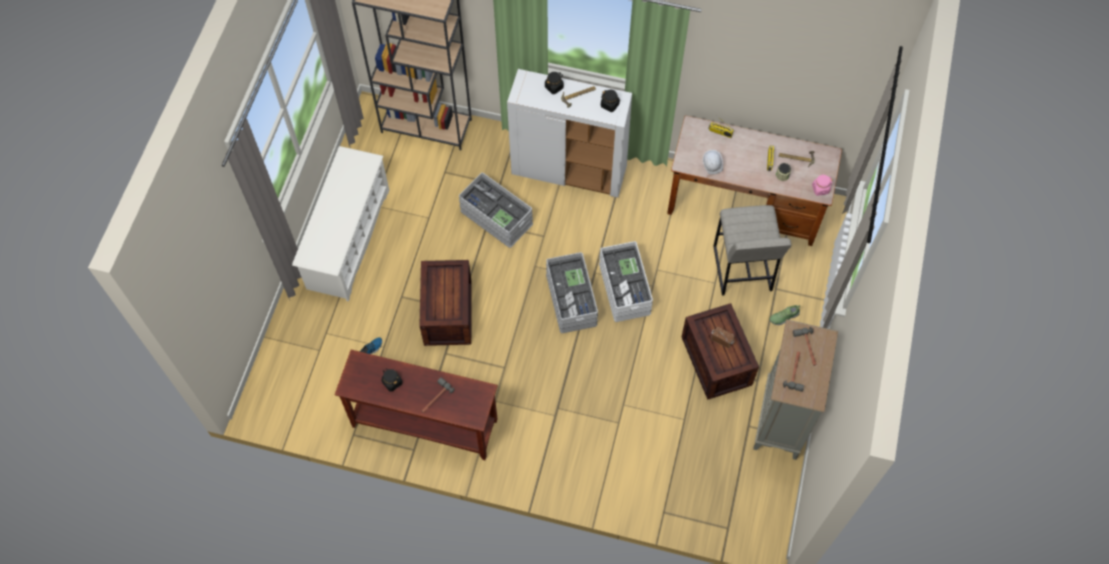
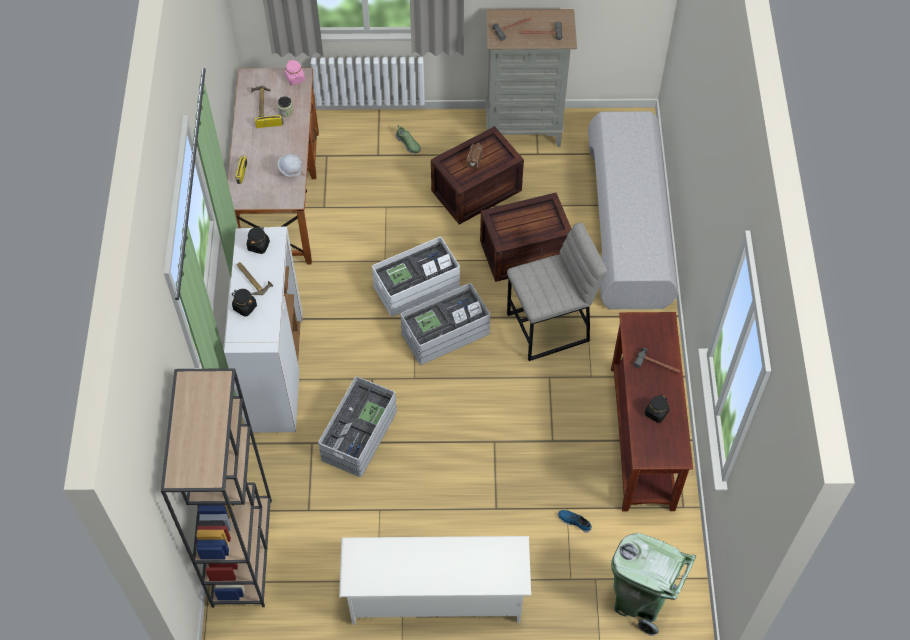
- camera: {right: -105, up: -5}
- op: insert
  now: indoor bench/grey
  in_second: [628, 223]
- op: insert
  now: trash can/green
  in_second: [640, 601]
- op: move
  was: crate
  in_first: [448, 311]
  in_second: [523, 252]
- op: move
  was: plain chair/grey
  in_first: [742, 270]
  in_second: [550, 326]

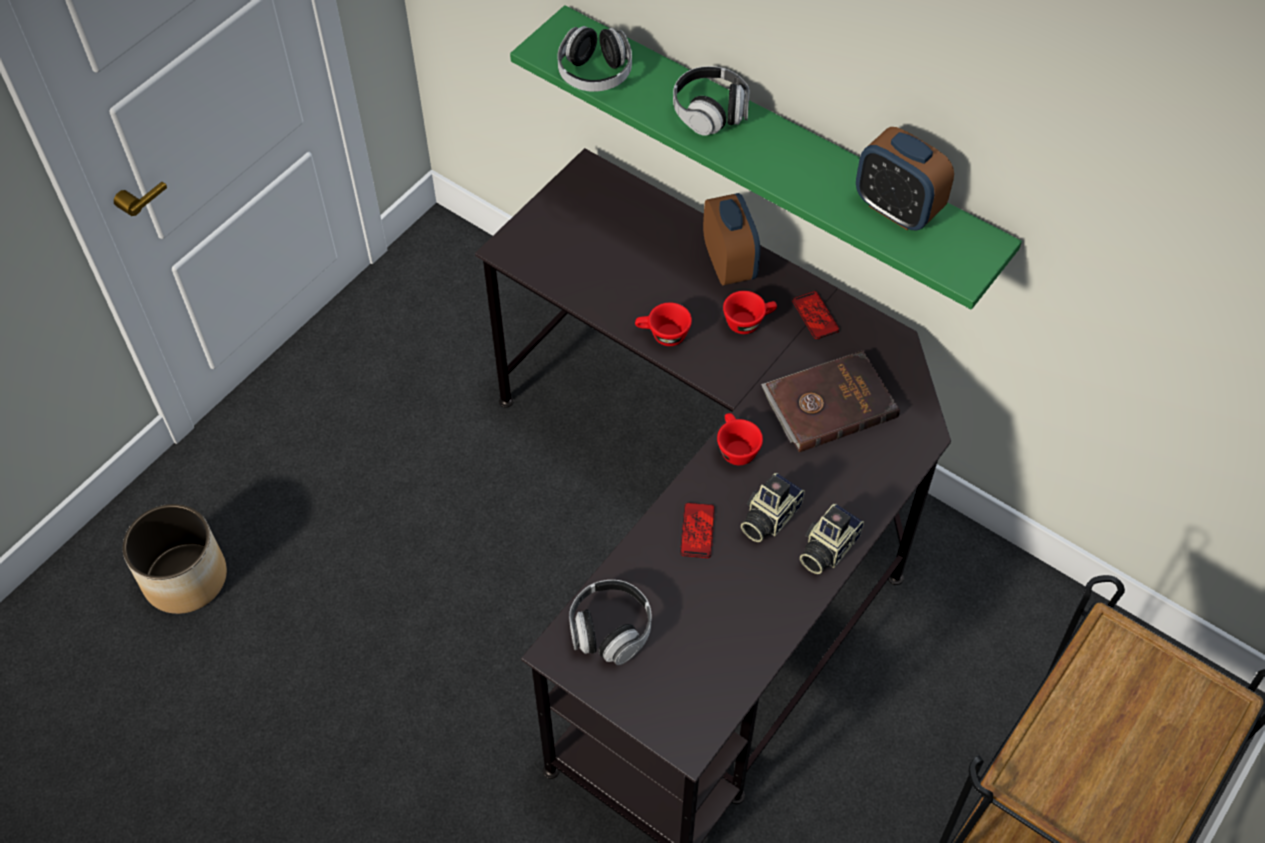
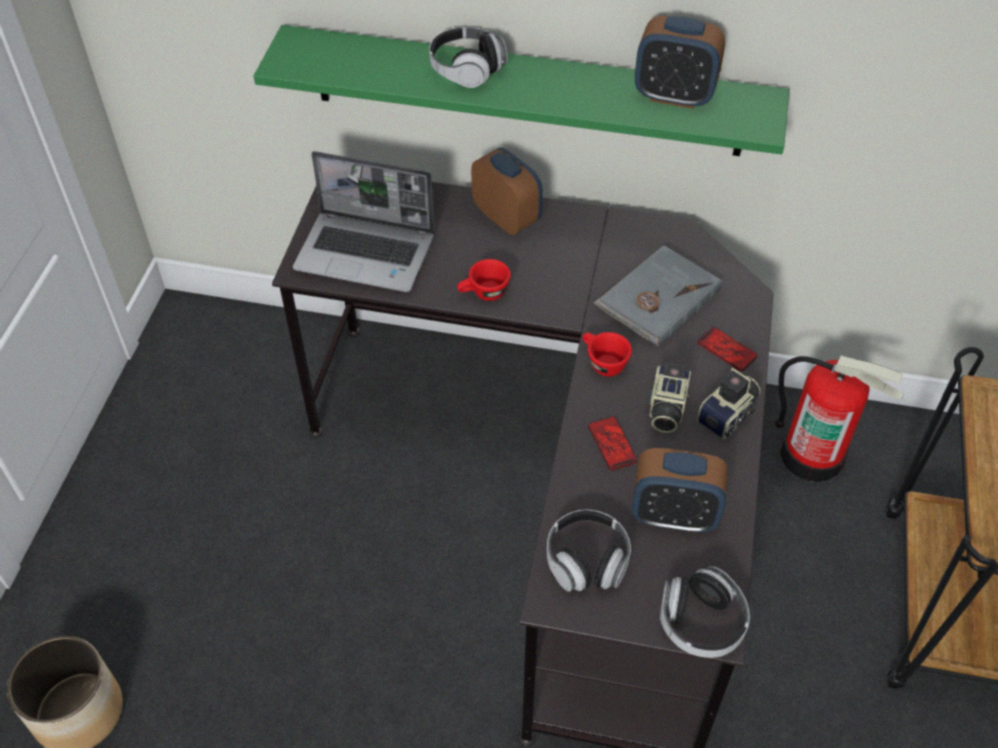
- camera: {right: -25, up: -5}
- op: delete
  was: drinking cup/red-coloured
  in_first: [748, 321]
- op: insert
  now: notebook computer
  in_second: [367, 253]
- op: insert
  now: bedside clock
  in_second: [673, 515]
- op: insert
  now: fire extinguisher
  in_second: [813, 455]
- op: move
  was: headphones
  in_first: [595, 74]
  in_second: [701, 623]
- op: move
  was: phone
  in_first: [815, 315]
  in_second: [727, 350]
- op: recolor
  was: bound book/brownish
  now: bound book/grey
  in_first: [828, 403]
  in_second: [657, 298]
- op: rotate
  was: still camera
  in_first: [826, 548]
  in_second: [729, 415]
  clockwise: -150

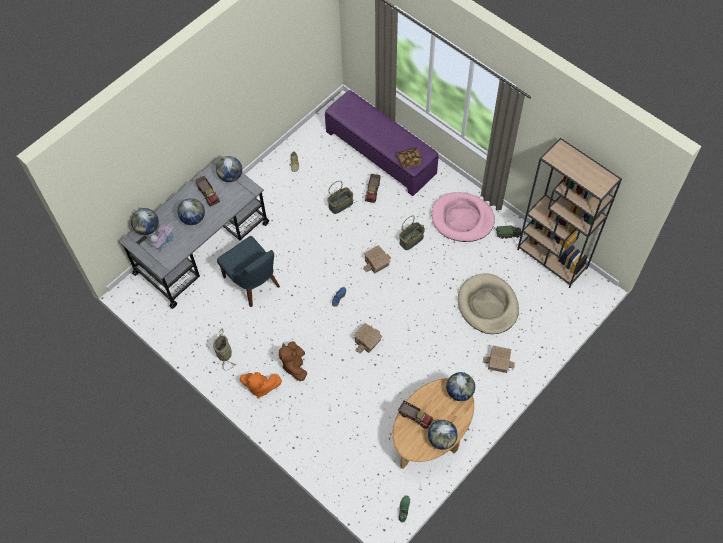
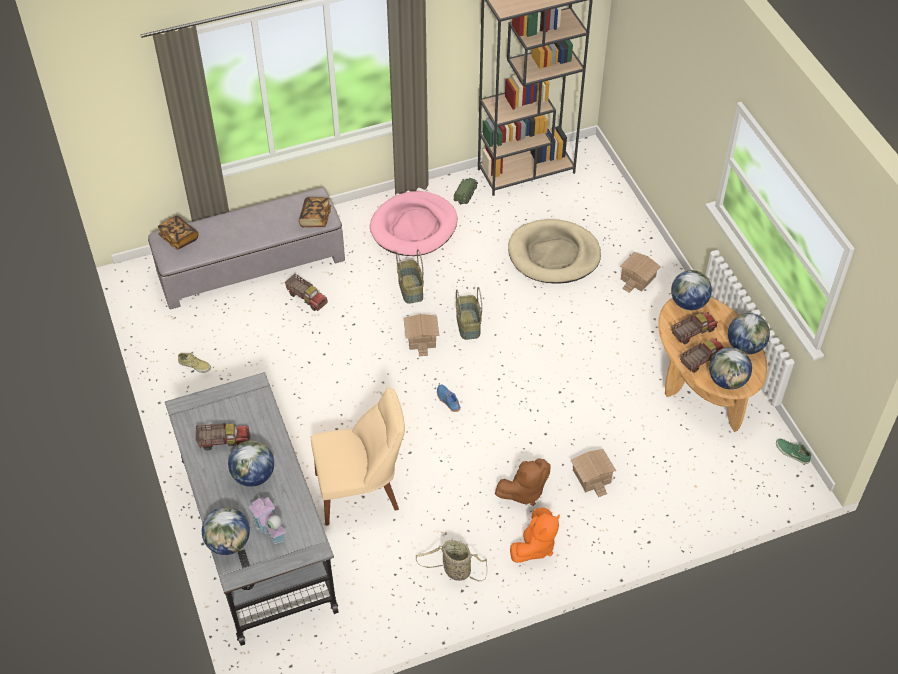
- camera: {right: -65, up: -10}
- op: insert
  now: bound book
  in_second: [179, 238]
- op: insert
  now: toy lorry
  in_second: [692, 332]
- op: move
  was: world globe
  in_first: [230, 176]
  in_second: [727, 381]
- op: move
  was: household basket
  in_first: [340, 204]
  in_second: [467, 324]
- op: move
  was: miniature house
  in_first: [367, 341]
  in_second: [591, 476]
- op: recolor
  was: plain chair/blue-coloured
  now: plain chair/sand-coloured
  in_first: [253, 283]
  in_second: [361, 491]
- op: recolor
  was: indoor bench/purple
  now: indoor bench/grey
  in_first: [381, 152]
  in_second: [251, 264]
- op: rotate
  was: soft toy/brownish
  in_first: [295, 365]
  in_second: [524, 491]
  clockwise: -45

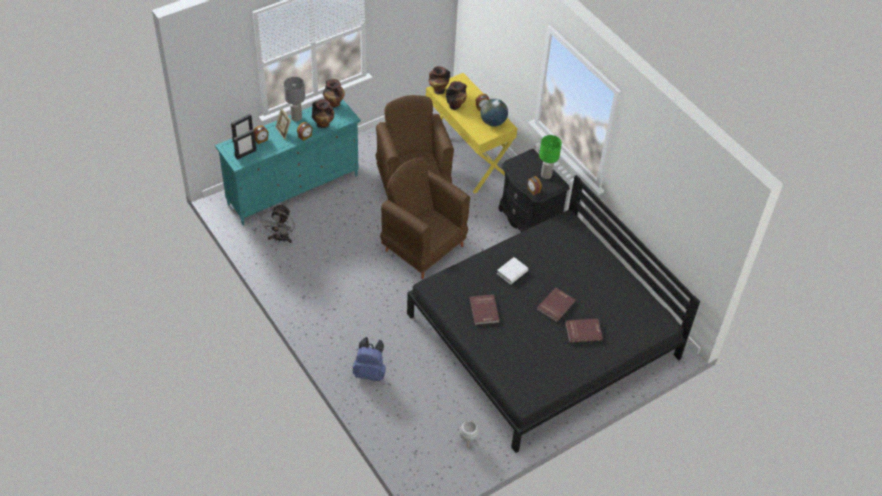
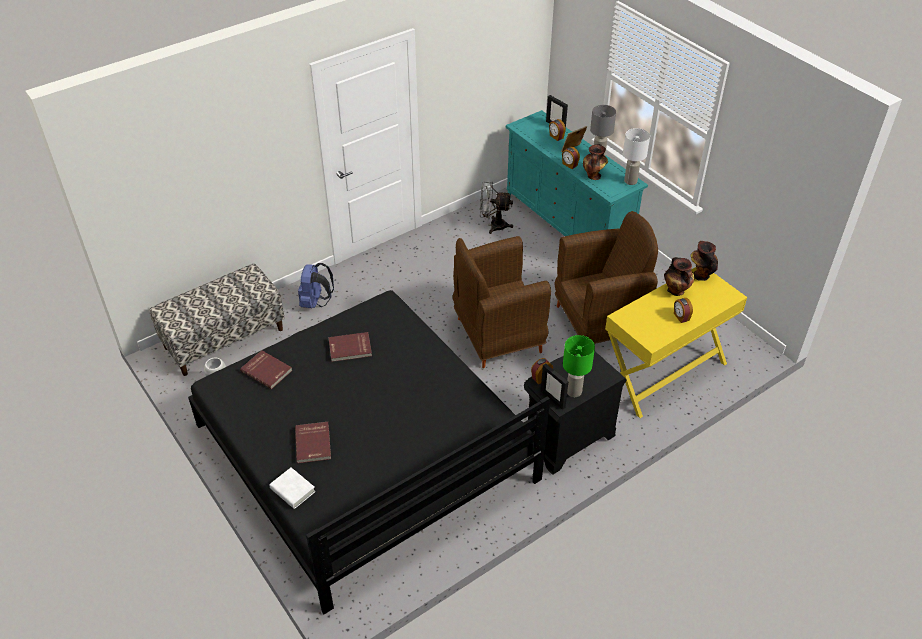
- camera: {right: 90, up: -5}
- op: delete
  was: world globe
  in_first: [493, 122]
- op: insert
  now: indoor bench
  in_second: [224, 338]
- op: move
  was: photo frame
  in_first: [245, 154]
  in_second: [553, 399]
- op: move
  was: bound book/white
  in_first: [512, 272]
  in_second: [292, 490]
- op: move
  was: bound book/red-coloured
  in_first: [555, 305]
  in_second: [267, 370]
- op: replace
  was: vase
  now: tabletop lamp/white
  in_first: [334, 104]
  in_second: [630, 181]
- op: rotate
  was: easy chair/brownish
  in_first: [423, 248]
  in_second: [497, 336]
  clockwise: -150

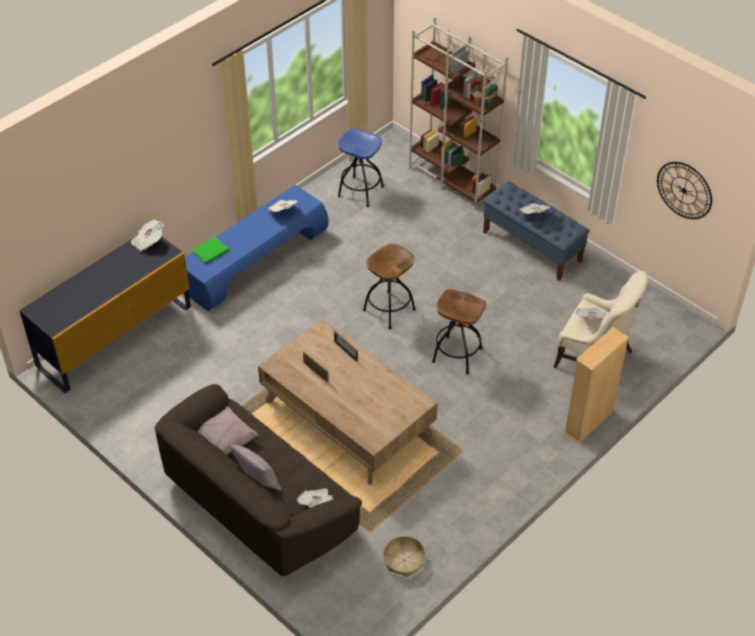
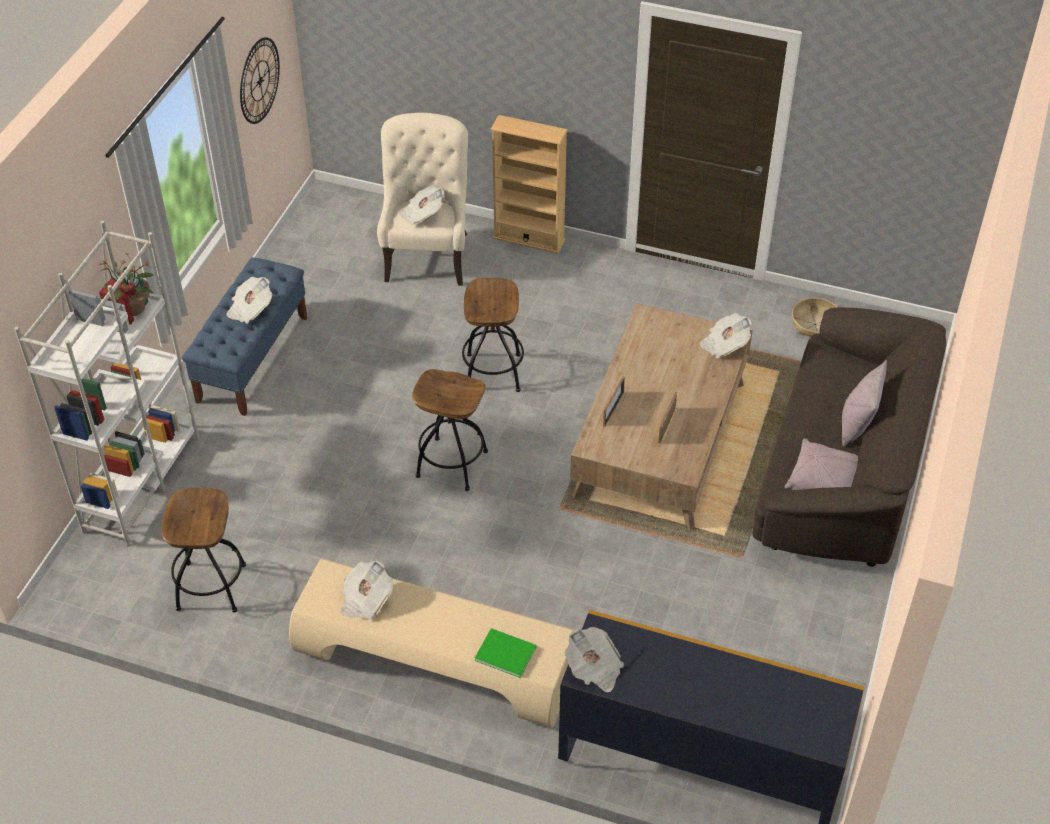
- camera: {right: -115, up: 0}
- op: move
  was: newspaper
  in_first: [316, 503]
  in_second: [724, 345]
- op: recolor
  was: indoor bench/blue-coloured
  now: indoor bench/sand-coloured
  in_first: [253, 260]
  in_second: [436, 660]
- op: recolor
  was: stool/blue-coloured
  now: stool/brownish
  in_first: [361, 191]
  in_second: [211, 586]
- op: recolor
  was: shelving unit/brownish
  now: shelving unit/white
  in_first: [452, 181]
  in_second: [142, 483]

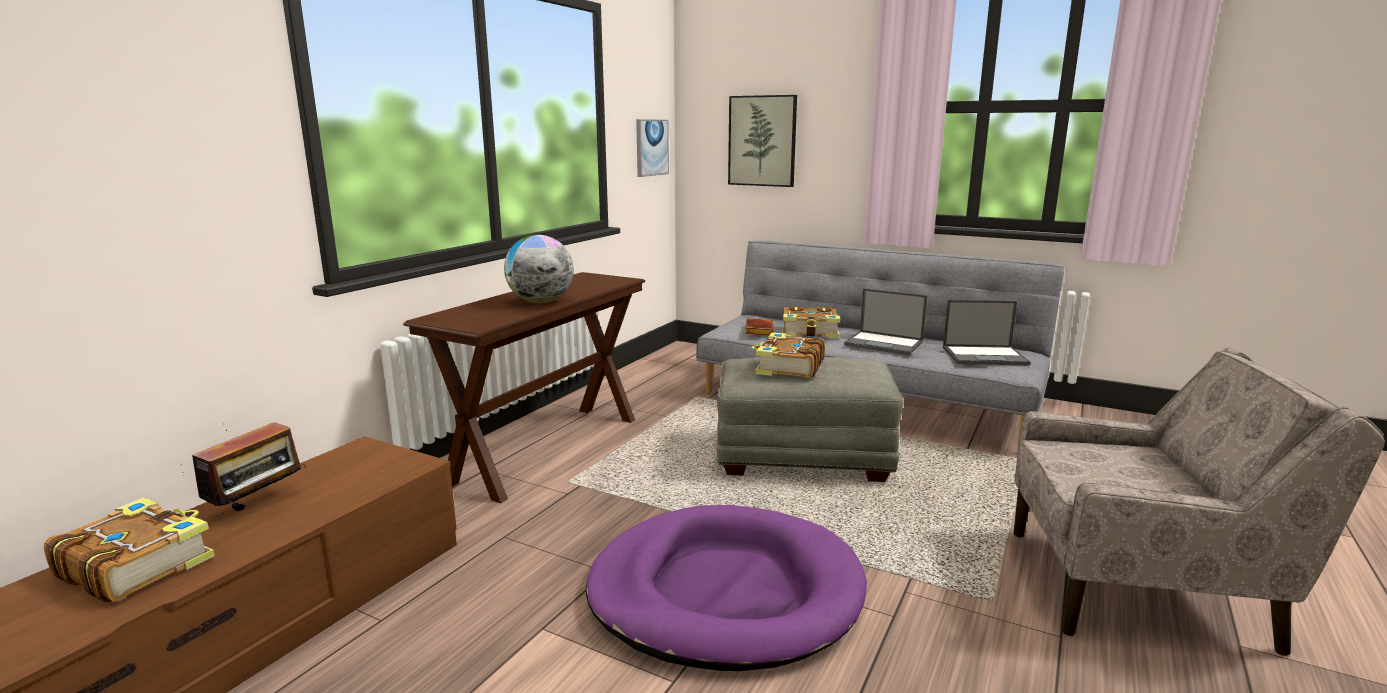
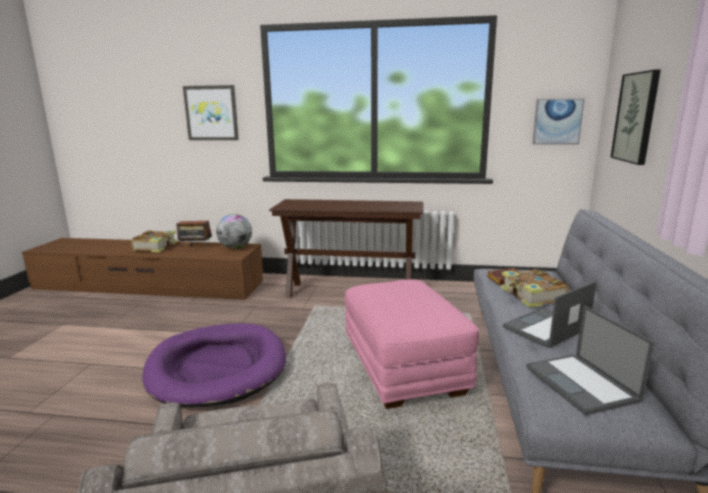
- camera: {right: 70, up: 0}
- op: delete
  was: bound book
  in_first: [788, 367]
- op: insert
  now: wall art
  in_second: [211, 113]
- op: move
  was: world globe
  in_first: [541, 302]
  in_second: [235, 248]
- op: recolor
  was: ottoman/grey
  now: ottoman/pink
  in_first: [803, 457]
  in_second: [404, 368]
- op: rotate
  was: notebook computer
  in_first: [884, 343]
  in_second: [545, 328]
  clockwise: 45

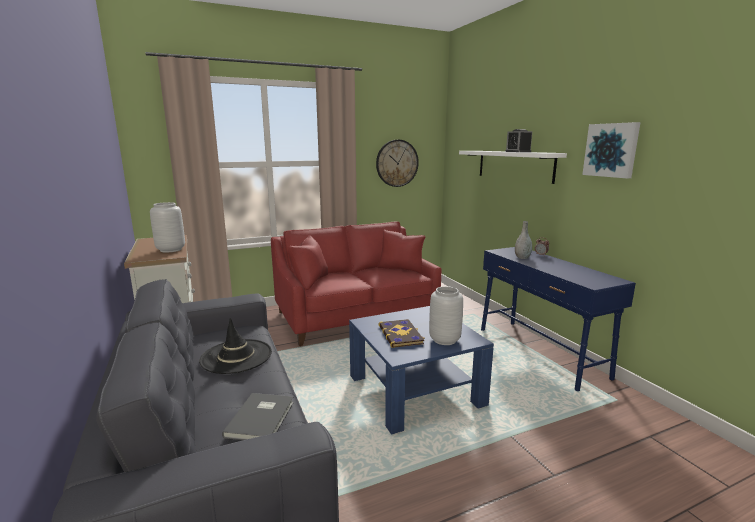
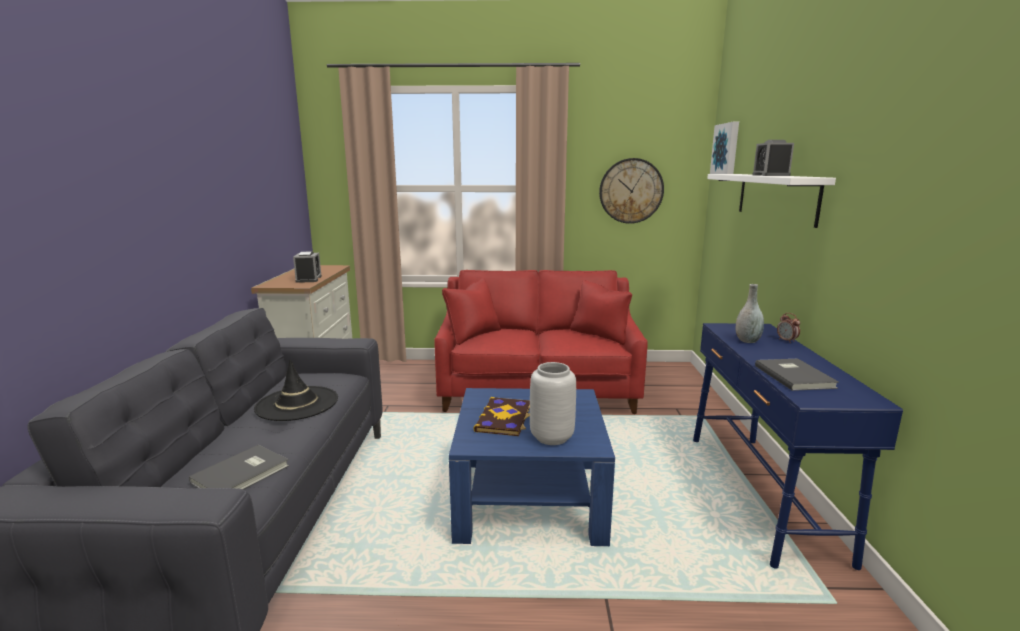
- camera: {right: 25, up: 0}
- op: insert
  now: bound book/grey
  in_second: [795, 376]
- op: move
  was: wall art
  in_first: [611, 150]
  in_second: [726, 149]
- op: replace
  was: vase/grey
  now: bedside clock
  in_first: [170, 250]
  in_second: [309, 279]

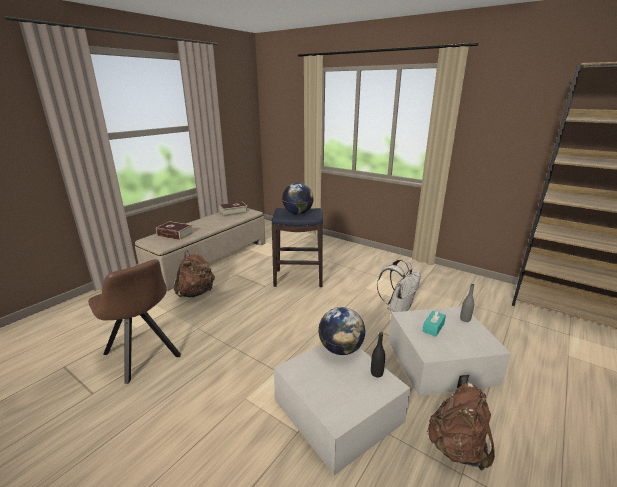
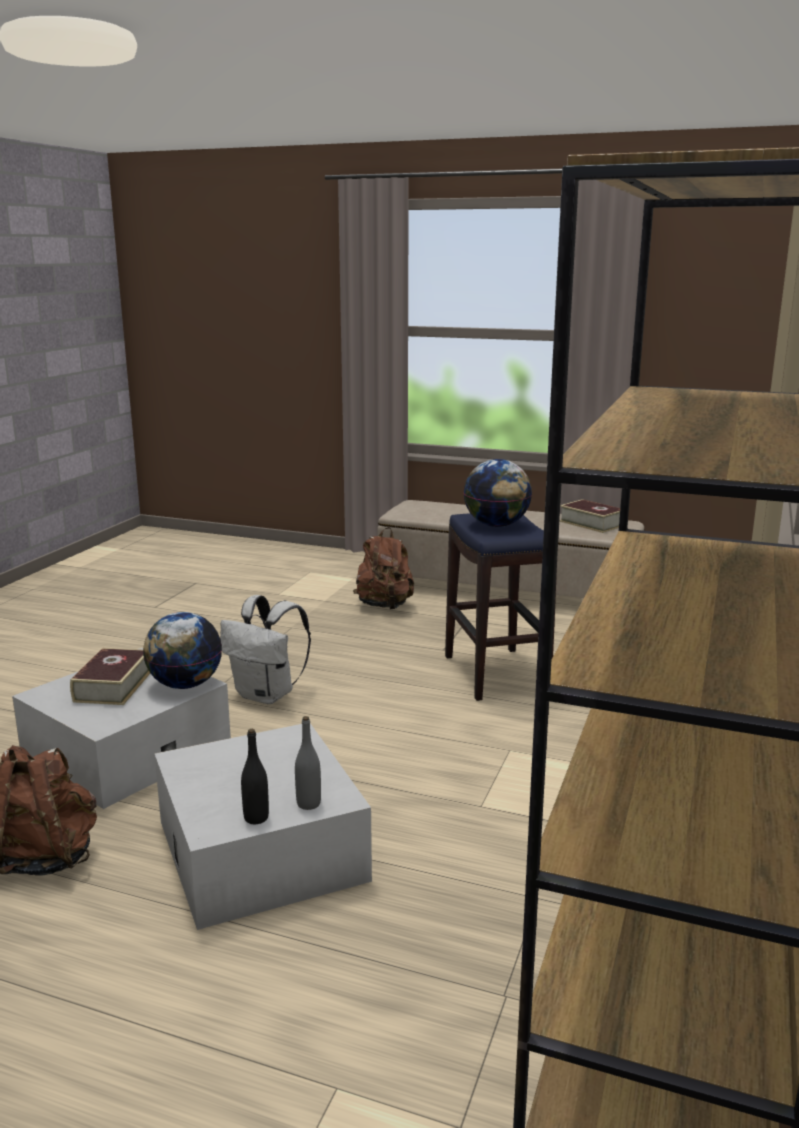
- camera: {right: 75, up: -5}
- op: delete
  was: plain chair/brownish
  in_first: [143, 355]
- op: delete
  was: tissue holder/blue-green
  in_first: [433, 327]
- op: move
  was: bound book
  in_first: [175, 234]
  in_second: [113, 686]
- op: move
  was: bottle/black
  in_first: [376, 373]
  in_second: [256, 818]
- op: move
  was: knapsack/white
  in_first: [398, 308]
  in_second: [267, 695]

